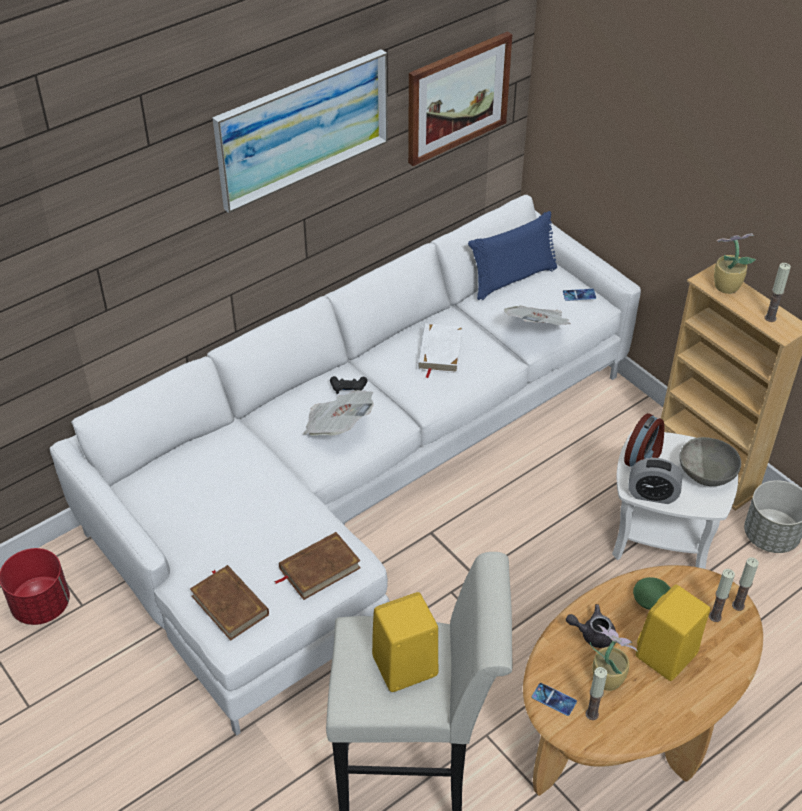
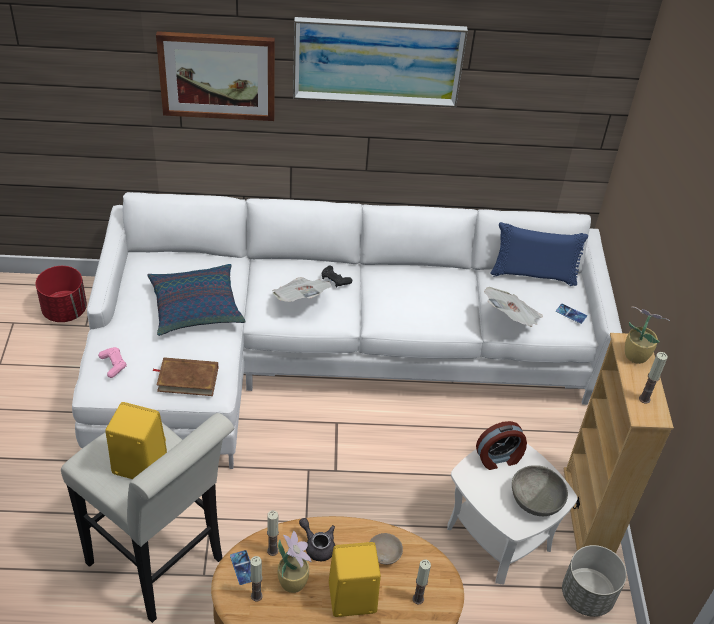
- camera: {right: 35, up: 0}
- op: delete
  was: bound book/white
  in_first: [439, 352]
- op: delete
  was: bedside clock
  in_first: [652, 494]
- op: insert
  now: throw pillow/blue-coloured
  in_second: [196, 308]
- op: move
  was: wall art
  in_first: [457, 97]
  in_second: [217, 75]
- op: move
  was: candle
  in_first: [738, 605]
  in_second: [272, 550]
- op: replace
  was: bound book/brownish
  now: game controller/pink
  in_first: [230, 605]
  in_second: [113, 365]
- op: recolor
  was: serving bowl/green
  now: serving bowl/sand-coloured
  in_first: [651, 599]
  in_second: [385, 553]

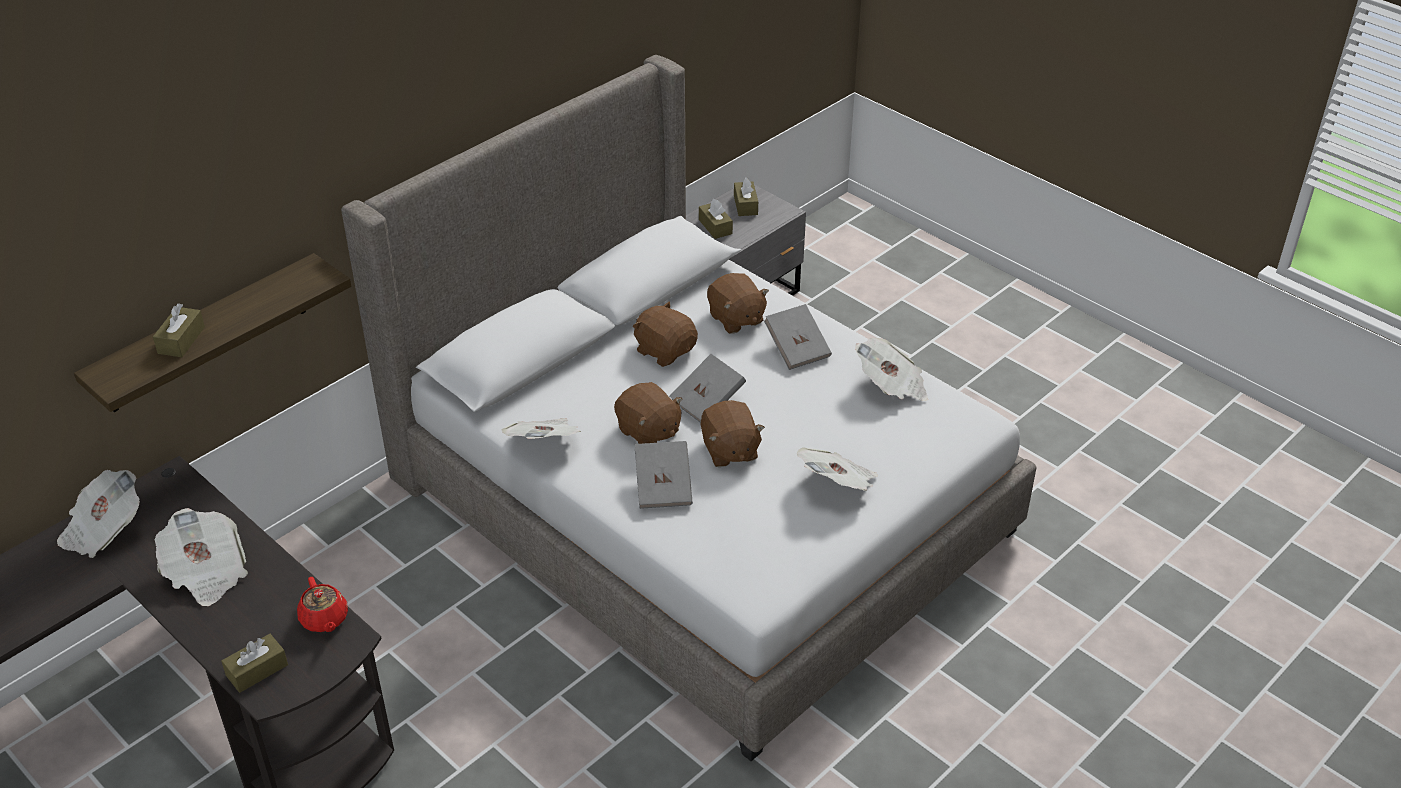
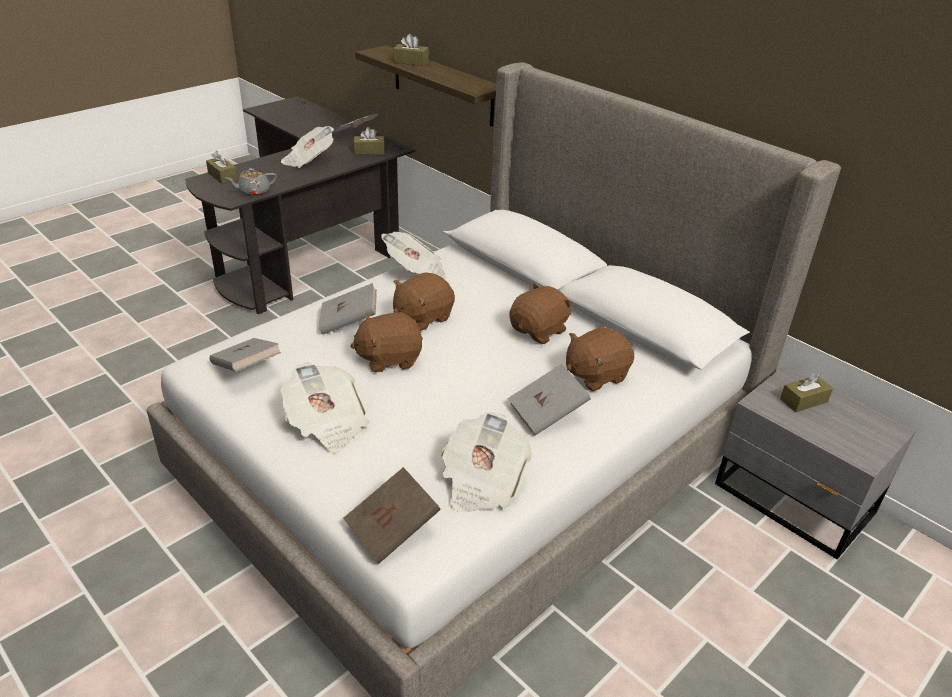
- camera: {right: 90, up: -5}
- op: insert
  now: bound book/brownish
  in_second: [392, 529]
- op: move
  was: bound book/grey
  in_first: [707, 402]
  in_second: [246, 368]
- op: move
  was: tissue holder/brownish
  in_first: [745, 205]
  in_second: [369, 151]
- op: recolor
  was: tea pot/red-coloured
  now: tea pot/grey
  in_first: [324, 619]
  in_second: [253, 192]

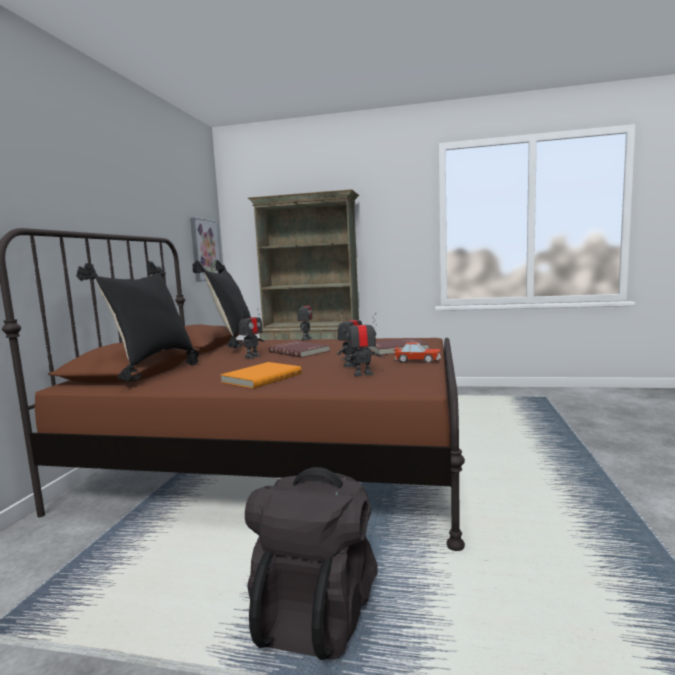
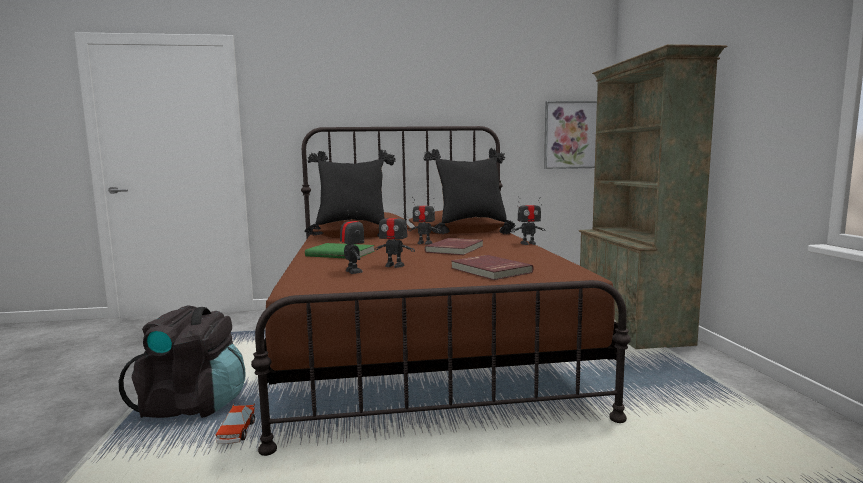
- camera: {right: 70, up: 0}
- op: move
  was: miniature car
  in_first: [417, 361]
  in_second: [236, 432]
- op: recolor
  was: bound book/orangey
  now: bound book/green
  in_first: [261, 377]
  in_second: [341, 253]

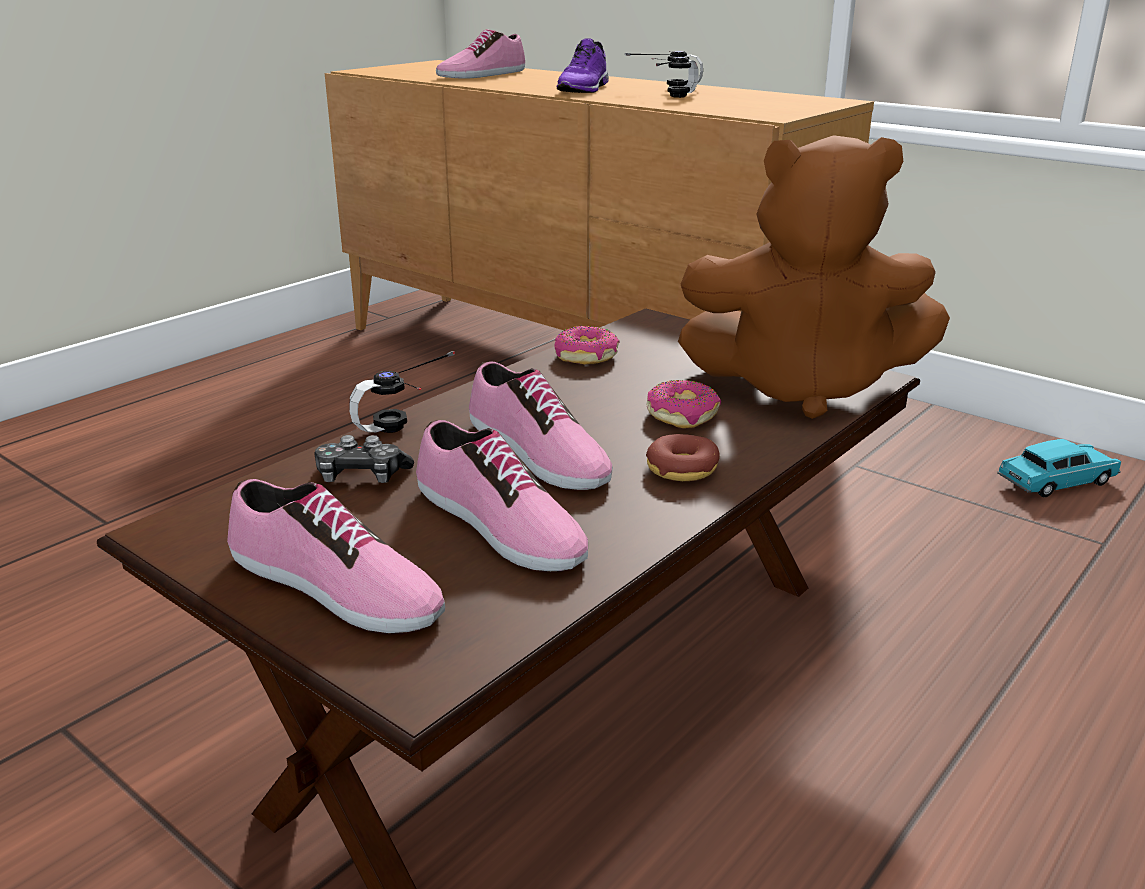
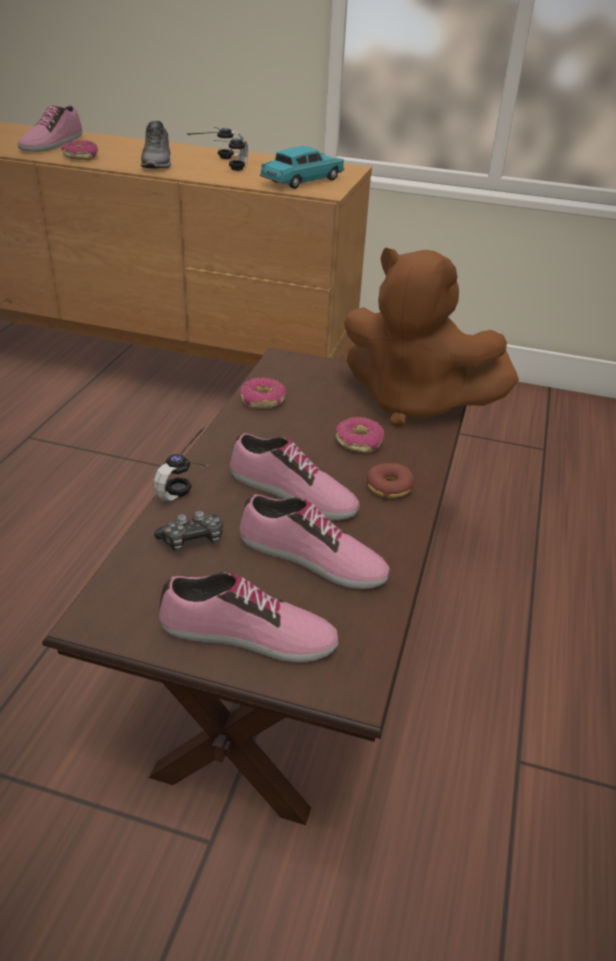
- camera: {right: -25, up: 10}
- op: insert
  now: donut
  in_second: [81, 157]
- op: move
  was: miniature car/blue-green
  in_first: [1056, 483]
  in_second: [302, 181]
- op: recolor
  was: low shoe/purple
  now: low shoe/grey
  in_first: [585, 89]
  in_second: [158, 163]
- op: rotate
  was: soft toy/brownish
  in_first: [802, 387]
  in_second: [413, 403]
  clockwise: 45

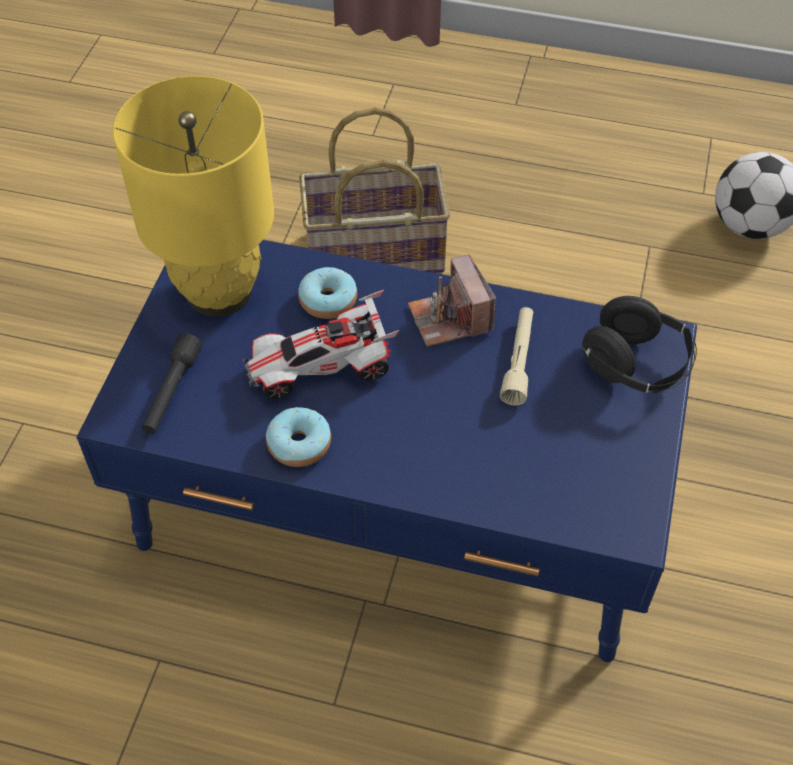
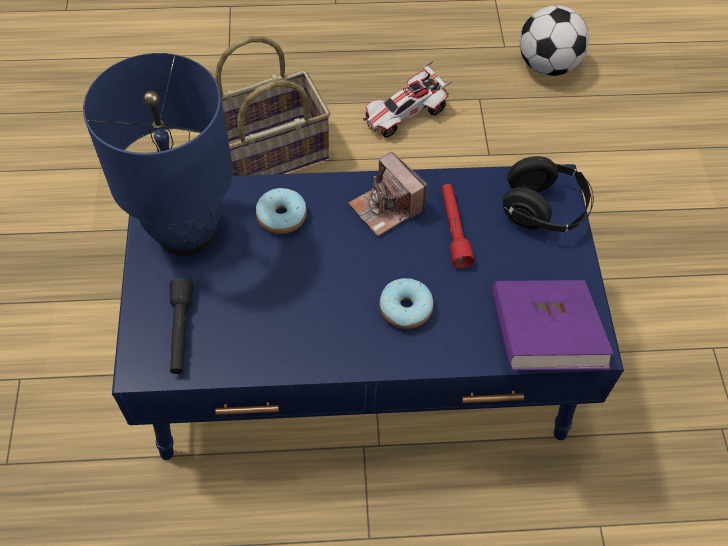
- camera: {right: -20, up: 5}
- op: insert
  now: bound book/purple
  in_second: [542, 338]
- op: move
  was: miniature car
  in_first: [321, 368]
  in_second: [405, 114]
- op: move
  was: donut
  in_first: [299, 444]
  in_second: [405, 309]
- op: recolor
  was: tabletop lamp/yellow
  now: tabletop lamp/blue-coloured
  in_first: [219, 291]
  in_second: [186, 231]
- op: recolor
  was: flashlight/sand-coloured
  now: flashlight/red-coloured
  in_first: [518, 361]
  in_second: [453, 229]

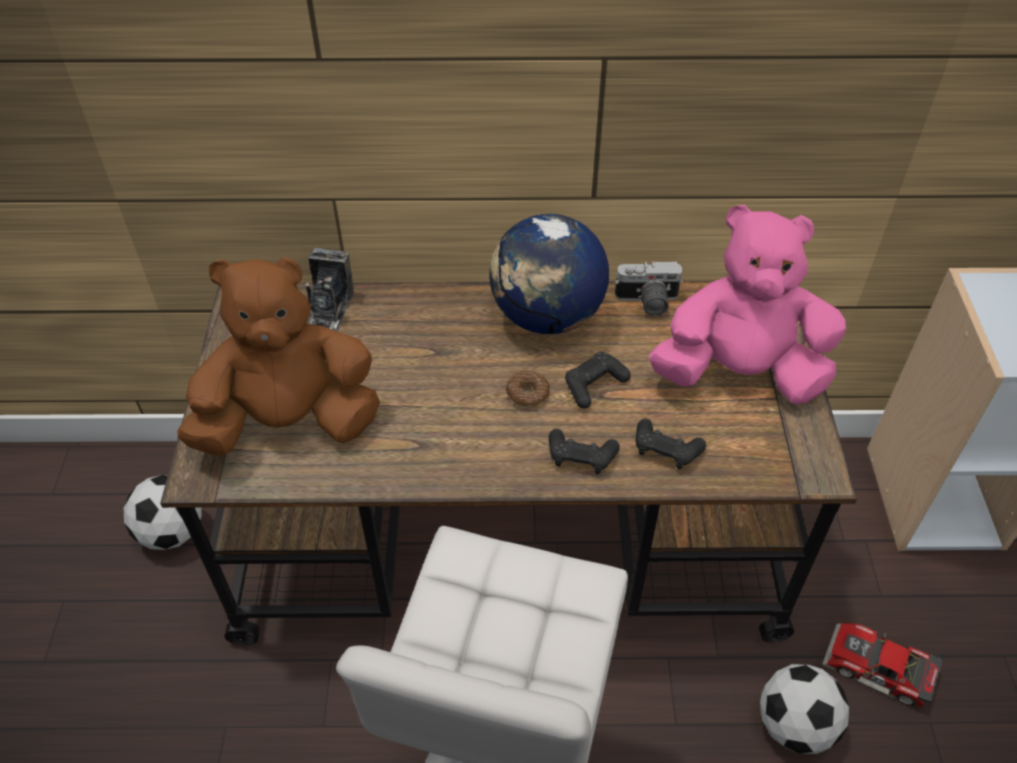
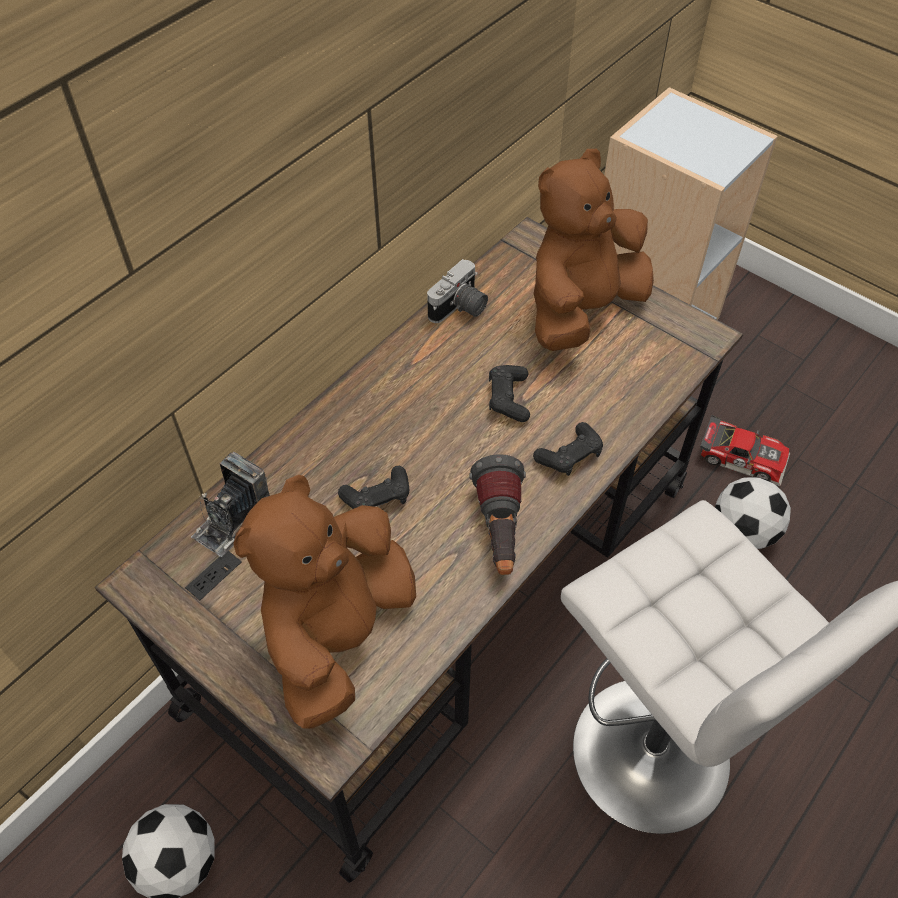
- camera: {right: -50, up: 5}
- op: delete
  was: world globe
  in_first: [547, 317]
- op: delete
  was: donut
  in_first: [527, 393]
- op: insert
  now: flashlight
  in_second: [499, 531]
- op: move
  was: game controller/black
  in_first: [666, 450]
  in_second: [377, 497]
- op: recolor
  was: soft toy/pink
  now: soft toy/brownish
  in_first: [740, 373]
  in_second: [581, 309]
- op: rotate
  was: still camera
  in_first: [328, 310]
  in_second: [233, 520]
  clockwise: 75
- op: rotate
  was: miniature car
  in_first: [876, 671]
  in_second: [743, 455]
  clockwise: -135

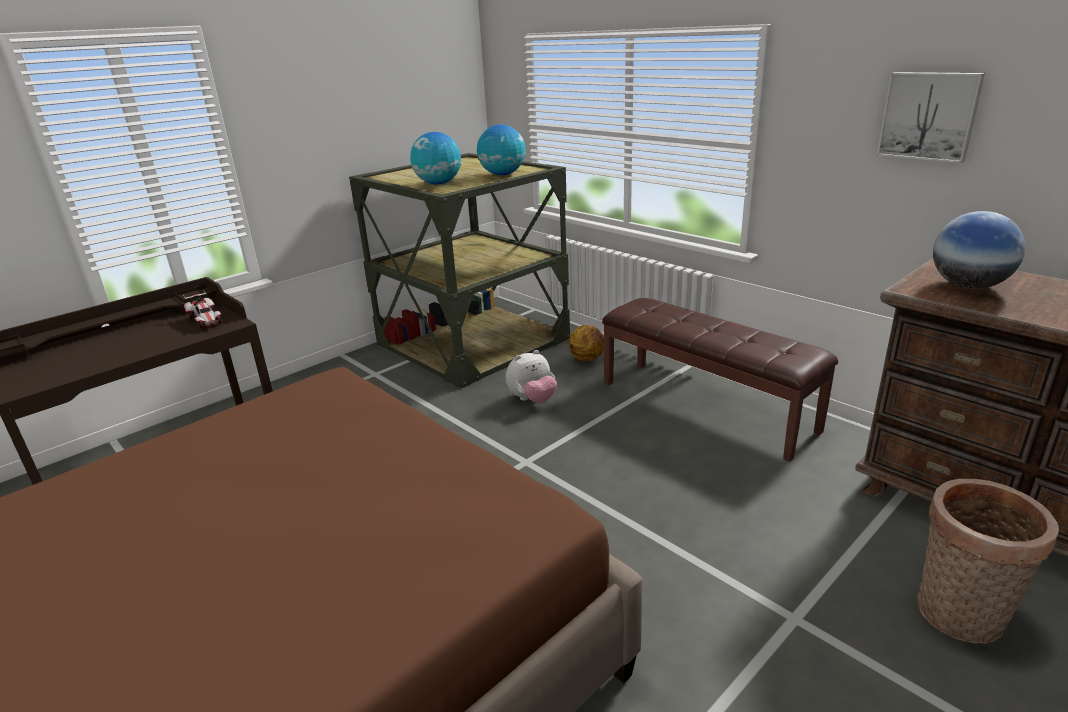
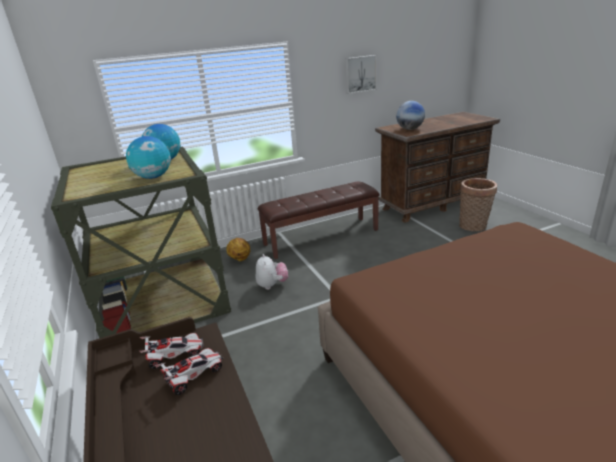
- camera: {right: -70, up: 0}
- op: insert
  now: miniature car
  in_second: [194, 376]

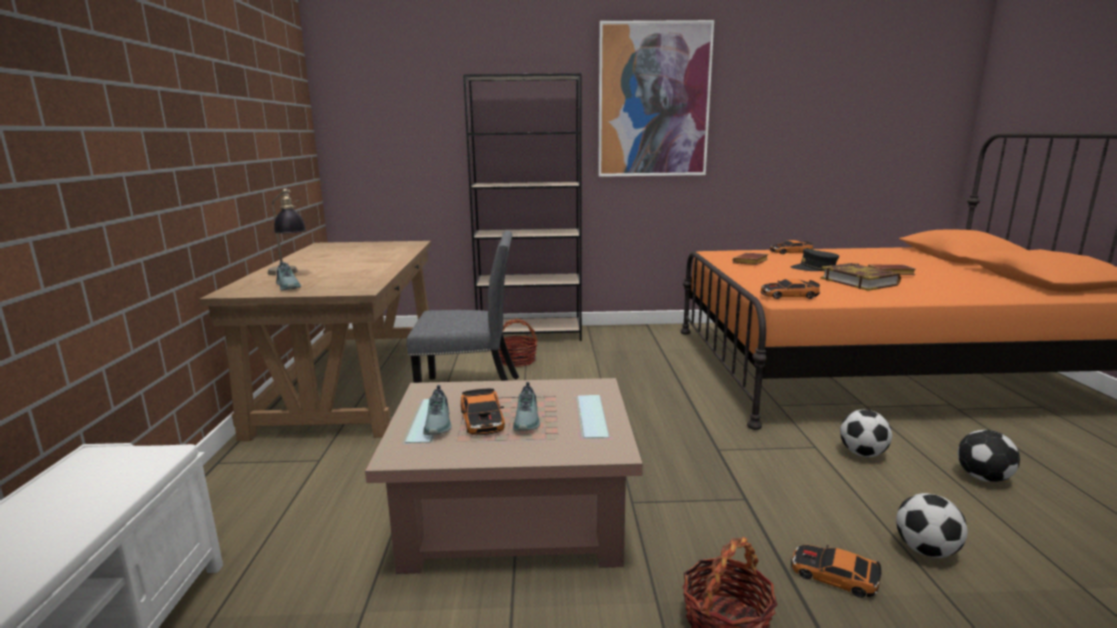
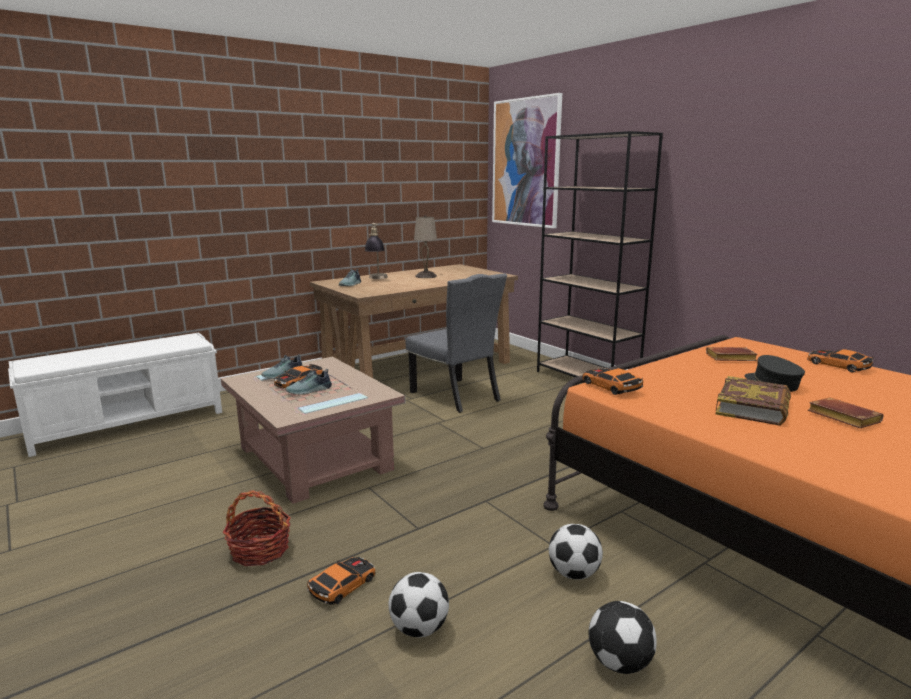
- camera: {right: 55, up: 0}
- op: delete
  was: household basket
  in_first: [517, 360]
- op: insert
  now: tabletop lamp/sand-coloured
  in_second: [425, 276]
- op: move
  was: wall art
  in_first: [653, 101]
  in_second: [526, 163]
- op: rotate
  was: miniature car
  in_first: [834, 576]
  in_second: [342, 584]
  clockwise: 45

